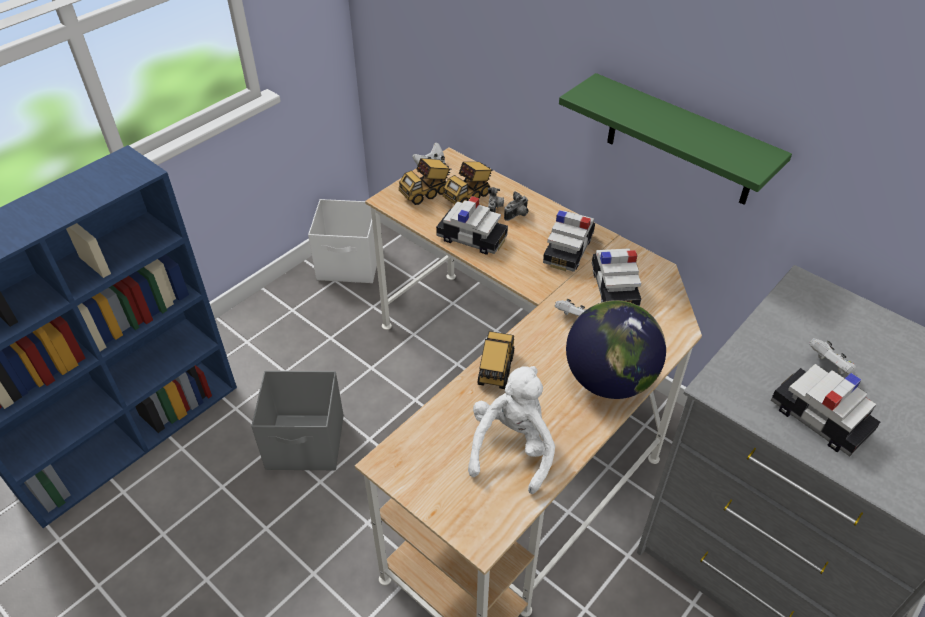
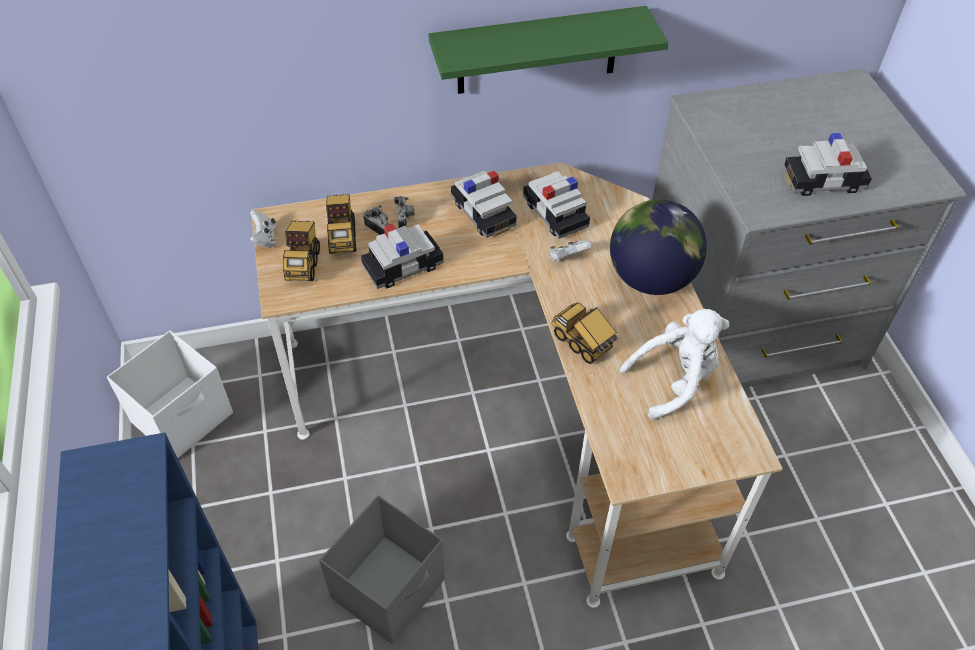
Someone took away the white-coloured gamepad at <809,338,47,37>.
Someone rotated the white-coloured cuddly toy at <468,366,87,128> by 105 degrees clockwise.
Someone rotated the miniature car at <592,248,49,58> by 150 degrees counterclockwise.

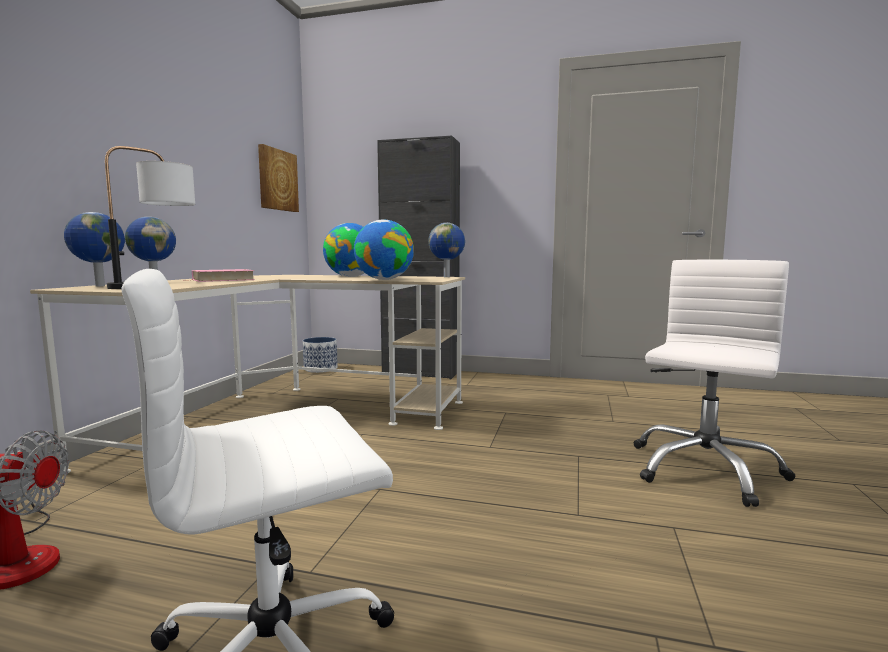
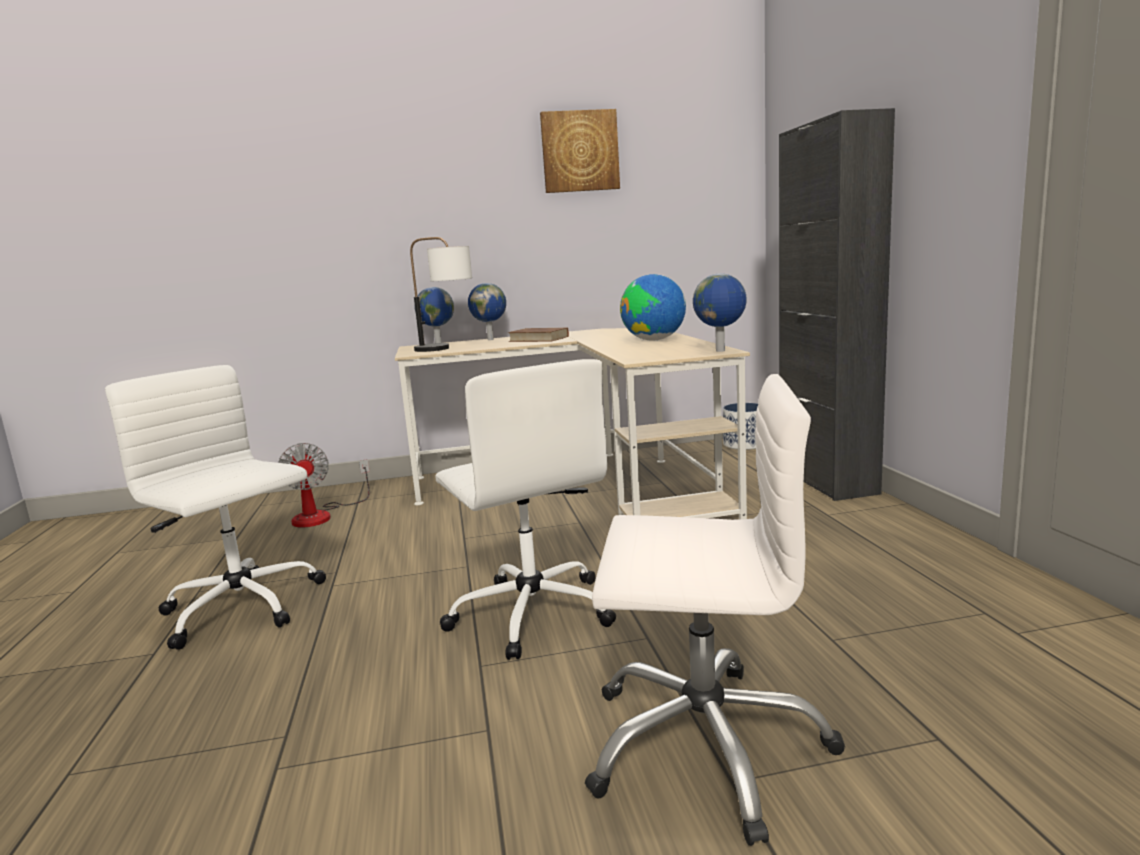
Someone took away the desk globe at <354,219,60,61>.
Someone put down the white-coloured desk chair at <436,359,180,301>.
Someone carried the wall picture from <258,144,41,68> to <540,109,80,84>.
Someone repainted the pinkish volume at <186,269,69,13>, which became the brown volume at <508,328,61,14>.

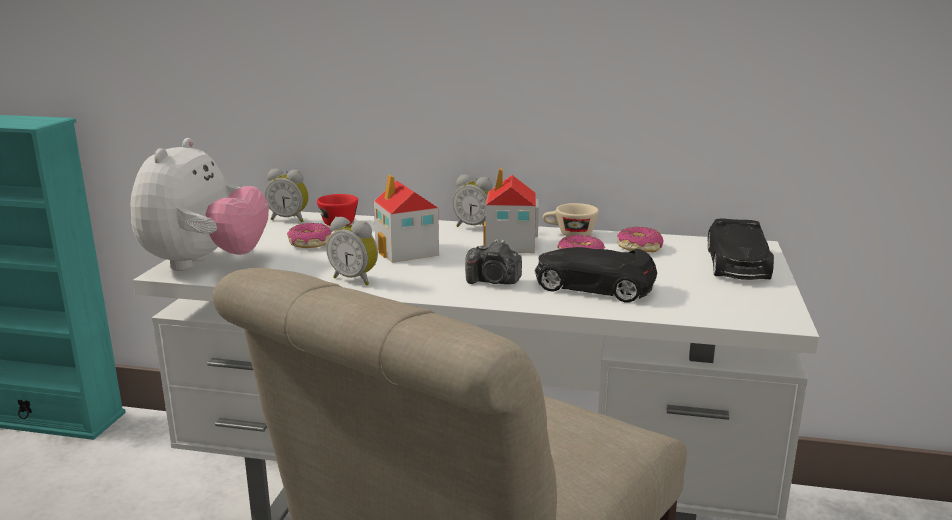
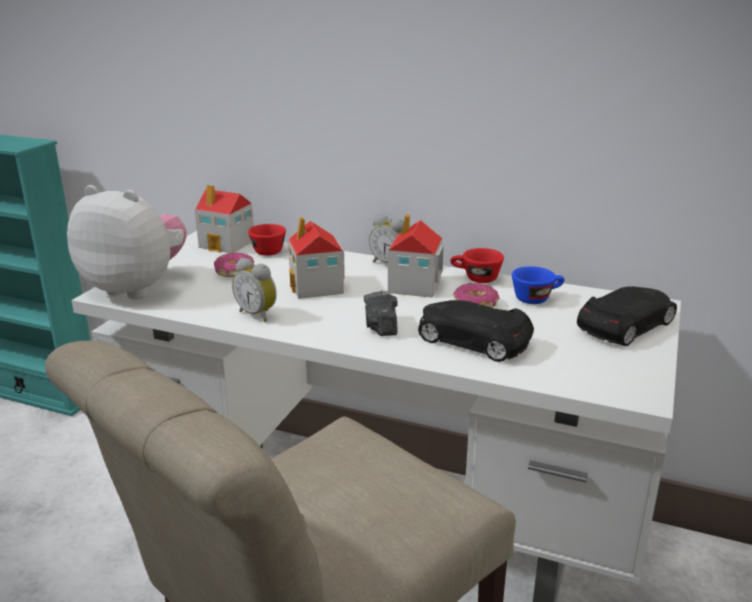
Someone swapped the table clock at <265,169,44,53> for the toy house at <195,185,58,68>.
Someone swapped the ring doughnut at <617,227,46,25> for the blue-coloured small cup at <512,266,53,38>.
Someone repainted the beige small cup at <543,203,56,33>, which became the red small cup at <450,248,54,35>.
Someone rotated the cuddly toy at <130,138,139,133> by 90 degrees counterclockwise.
Someone rotated the still camera at <465,239,57,45> by 60 degrees clockwise.
Someone rotated the black miniature car at <707,218,67,62> by 150 degrees counterclockwise.

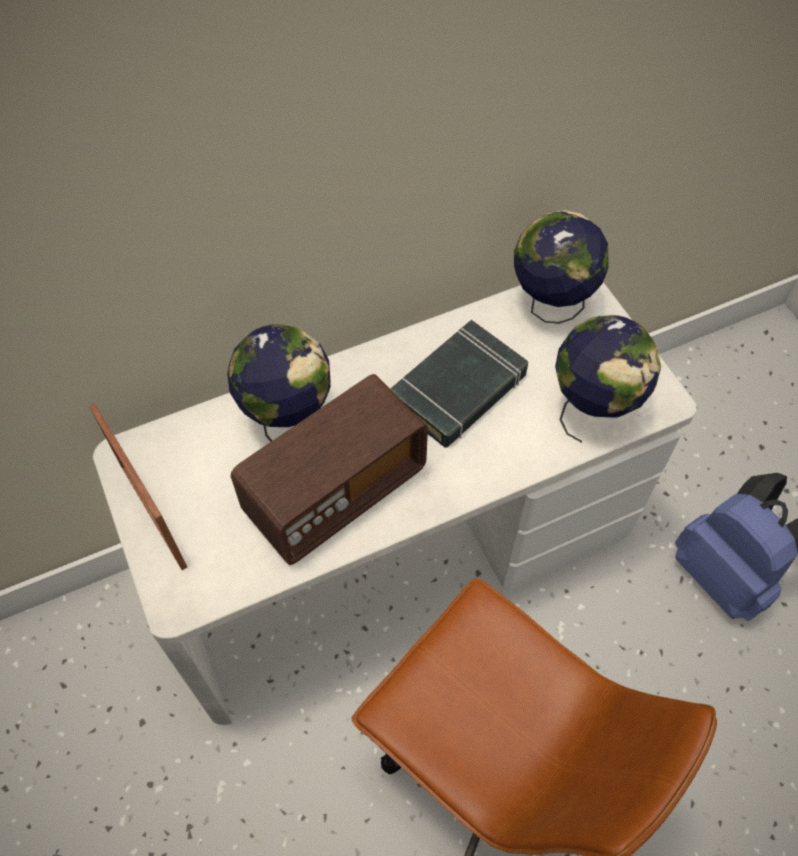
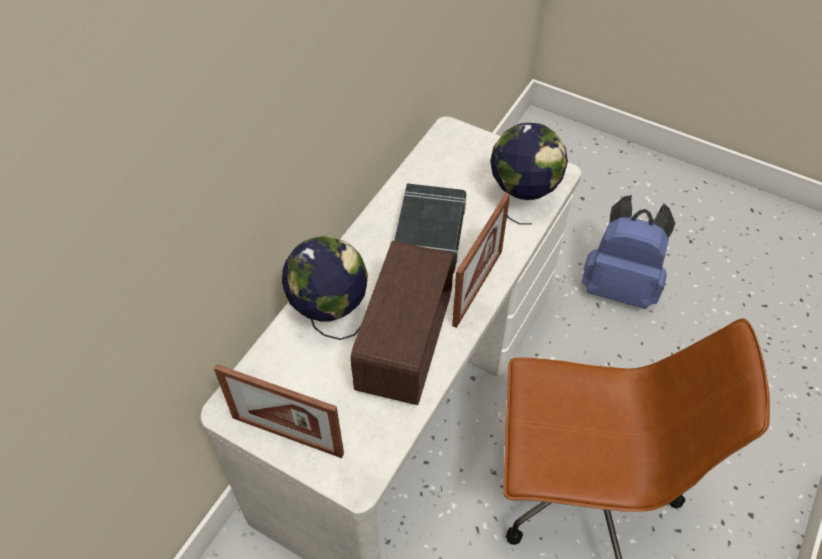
Someone took away the desk globe at <514,210,95,114>.
Someone put down the standing frame at <452,193,58,135>.

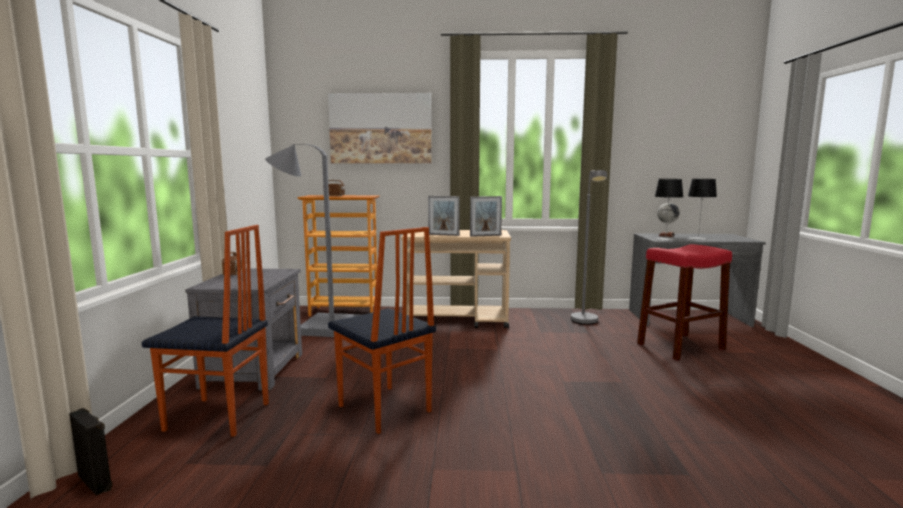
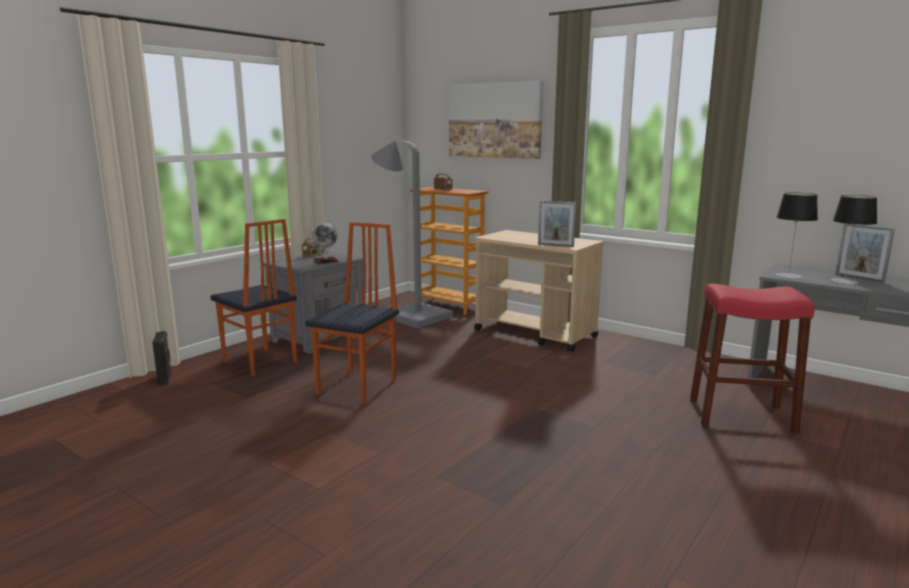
Someone took away the greyish standard lamp at <571,170,36,154>.
Someone carried the standing frame from <428,196,32,40> to <835,223,60,60>.
Someone carried the desk globe from <657,201,23,36> to <313,222,26,42>.
Someone rotated the plain chair at <328,227,108,207> by 150 degrees counterclockwise.

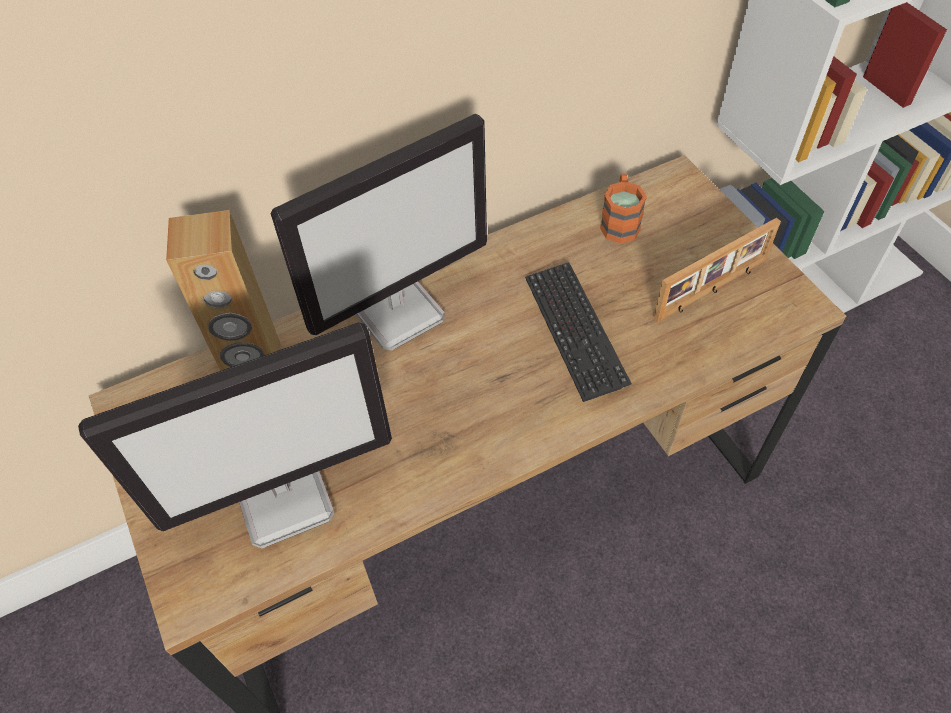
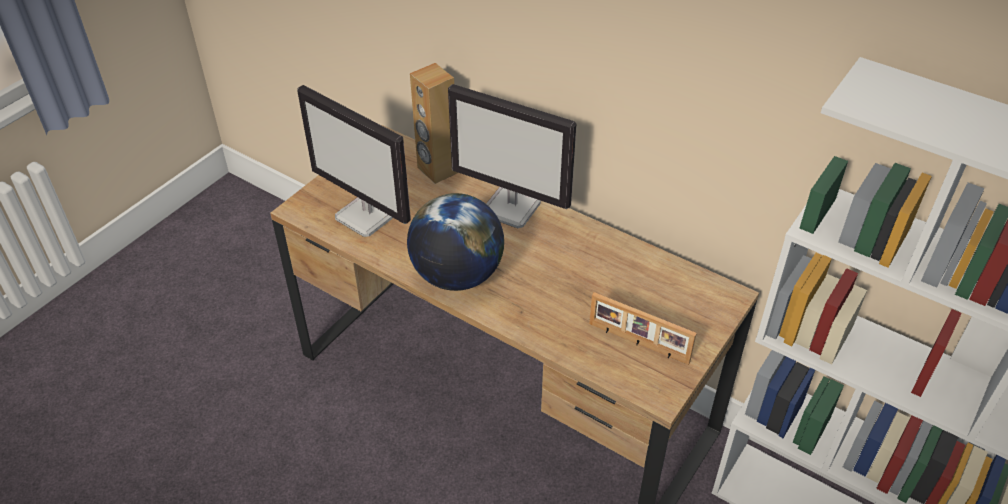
Someone took away the PC keyboard at <525,262,107,140>.
Someone took away the orange-coloured coffee mug at <600,174,47,70>.
Someone put down the desk globe at <407,193,97,98>.

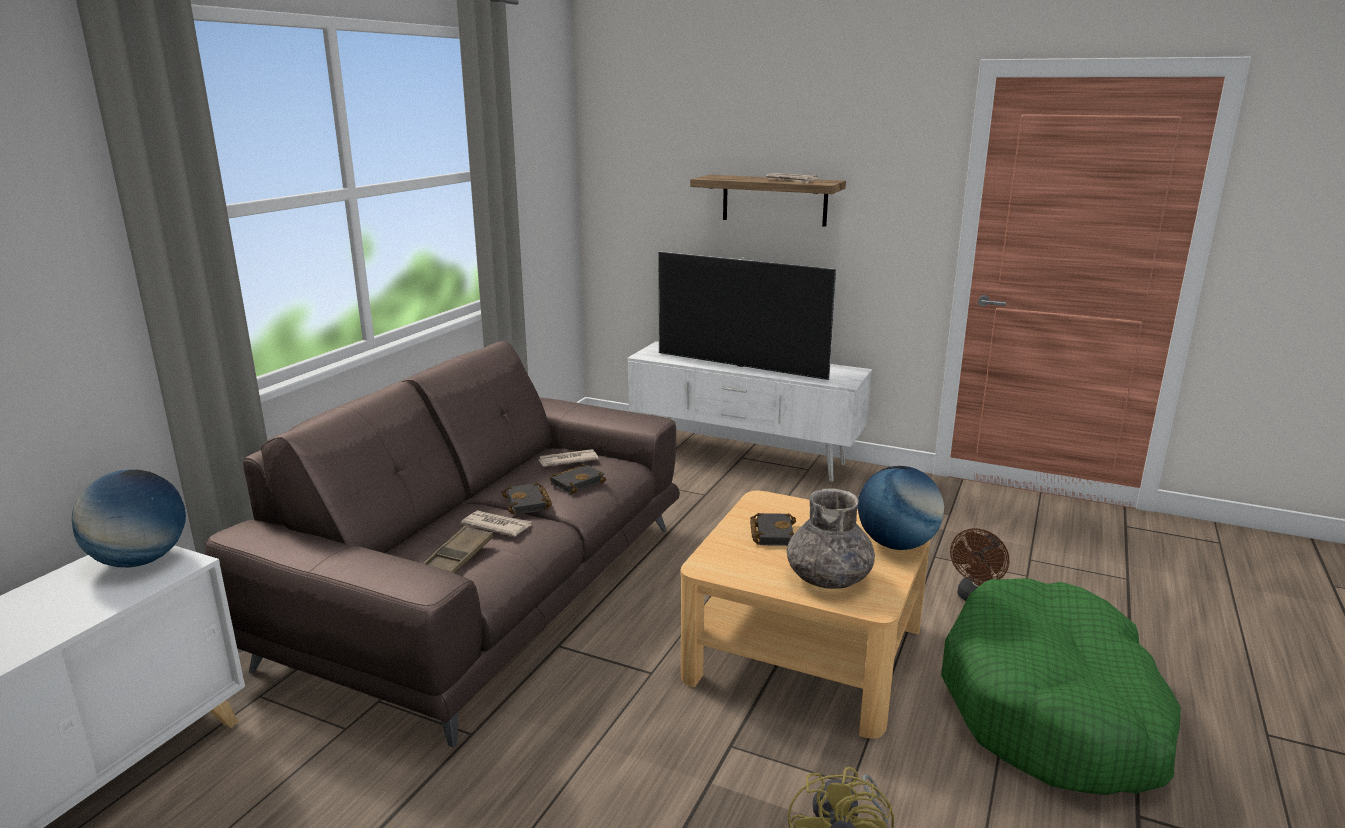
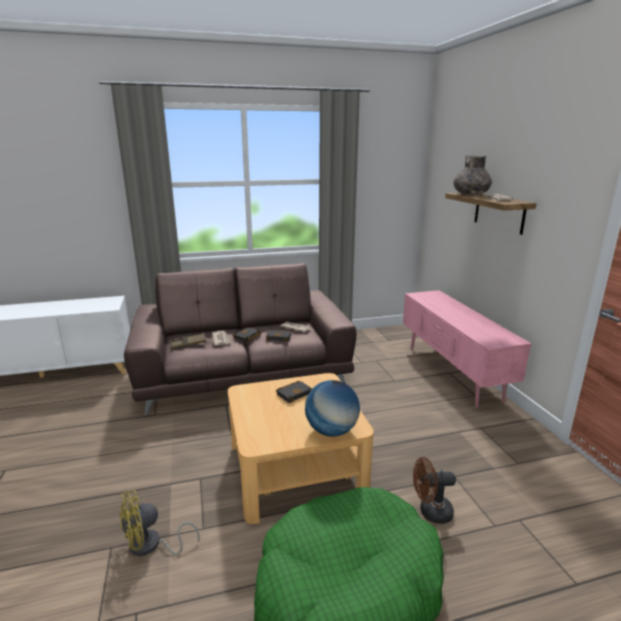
Someone took away the desk globe at <72,469,114,98>.
Someone took away the TV at <658,251,179,129>.
Someone carried the greyish flower vase from <786,489,89,100> to <453,156,39,39>.
Someone repainted the white-coloured tv stand at <627,341,246,141>, which became the pinkish tv stand at <403,290,129,118>.

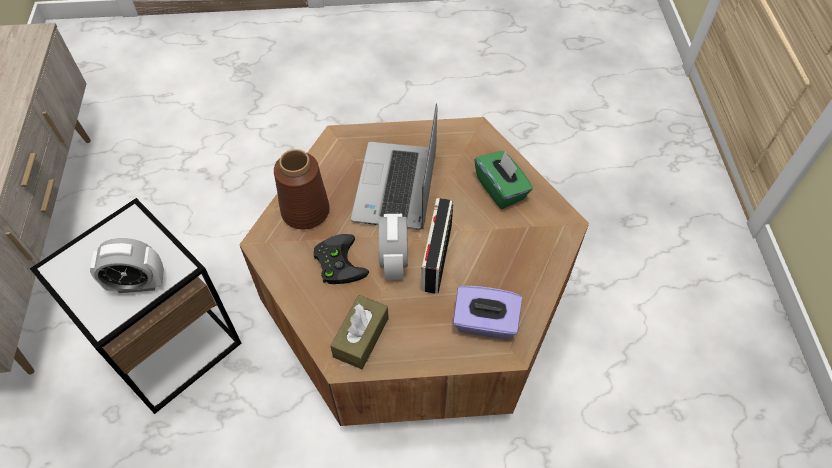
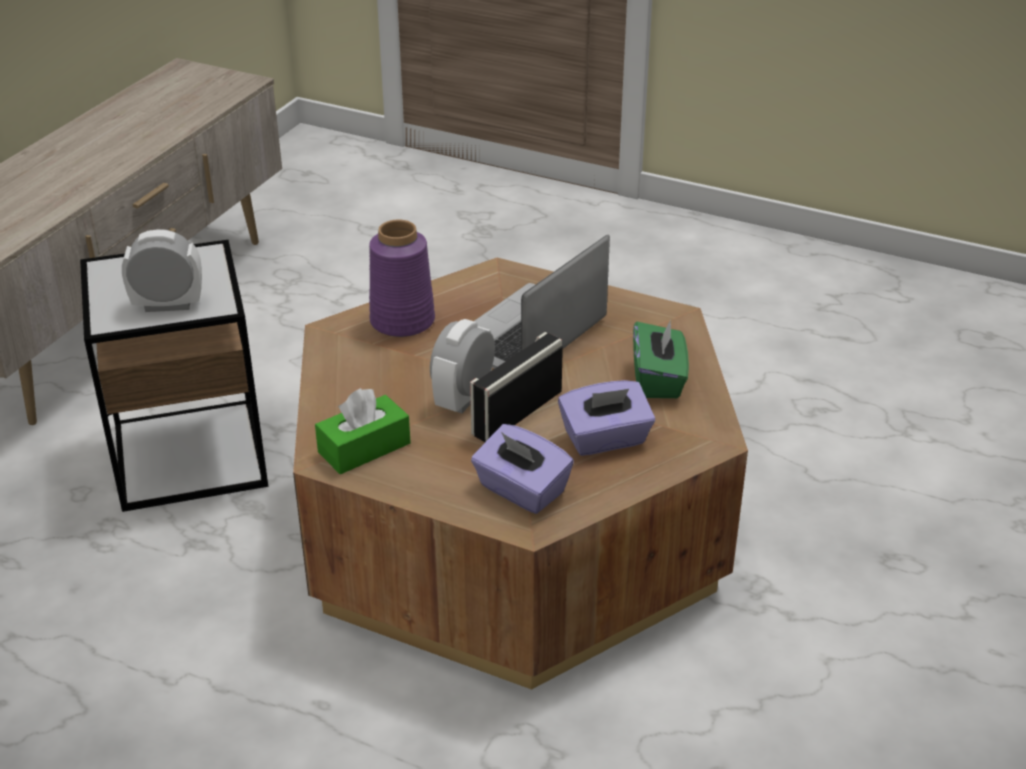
Someone took away the black gamepad at <314,234,55,50>.
Someone put down the purplish box of tissues at <558,380,97,76>.
Someone repainted the brown flower vase at <274,149,56,80>, which became the purplish flower vase at <369,220,66,117>.
Someone repainted the brown box of tissues at <330,295,59,74>, which became the greenish box of tissues at <315,388,96,87>.
Someone rotated the table clock at <90,238,74,55> by 150 degrees clockwise.

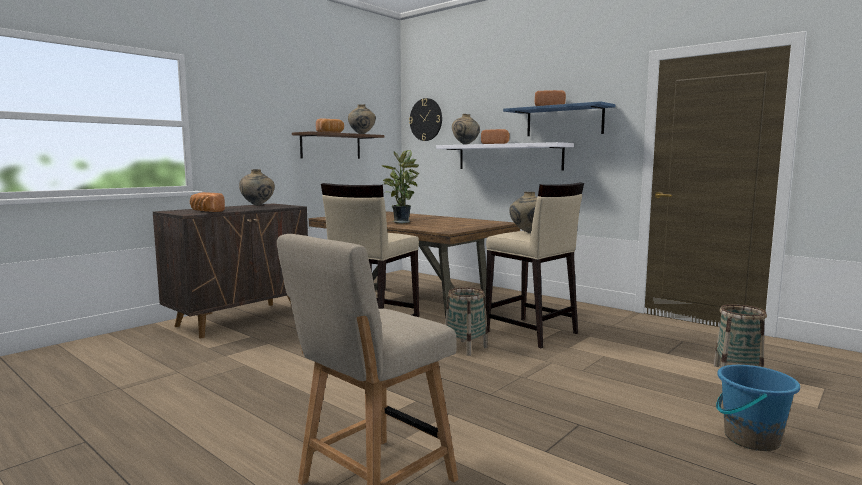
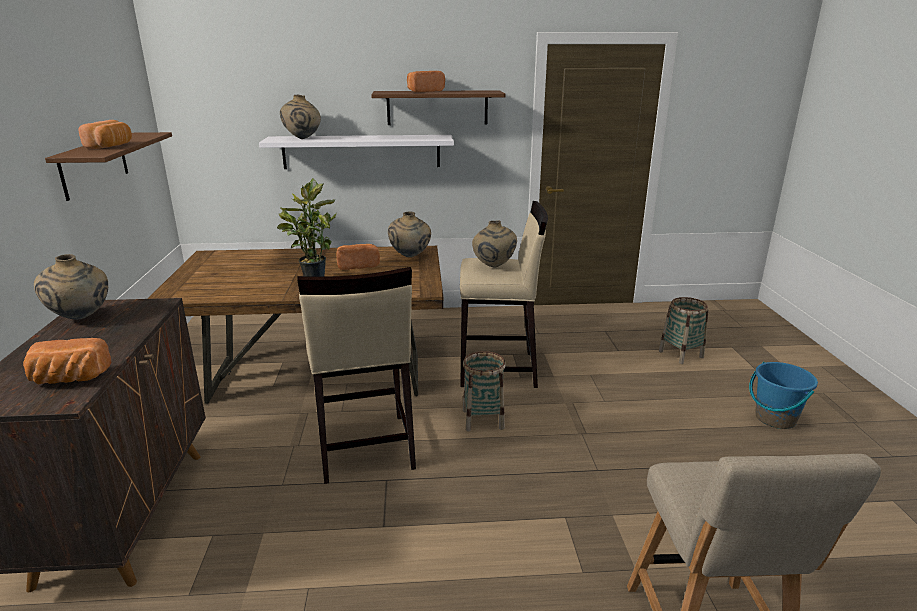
Someone took away the clock on the wall at <409,98,33,43>.
Someone carried the beige flower vase from <348,104,28,30> to <388,212,43,45>.
Someone carried the baked bread from <481,129,29,15> to <336,244,44,26>.
Someone repainted the blue-coloured shelf at <503,101,112,35>, which became the brown shelf at <371,90,135,35>.

